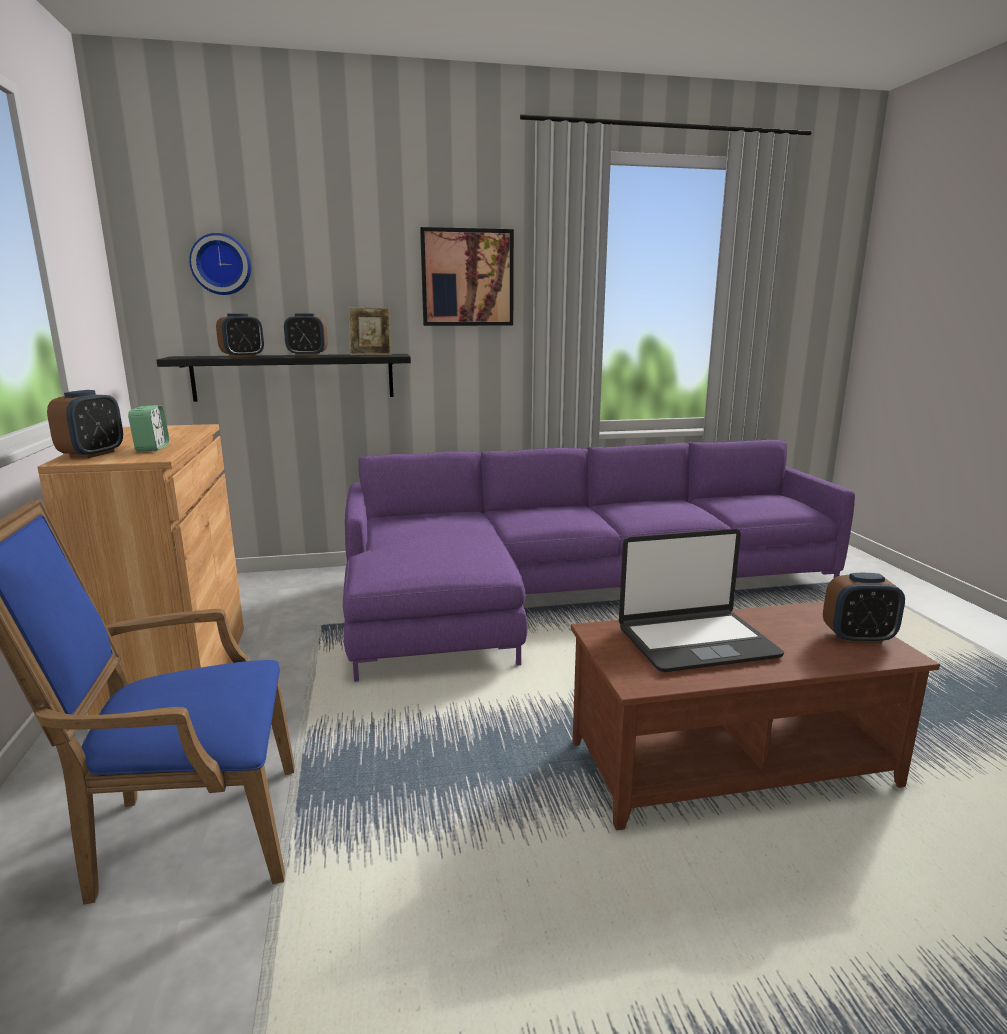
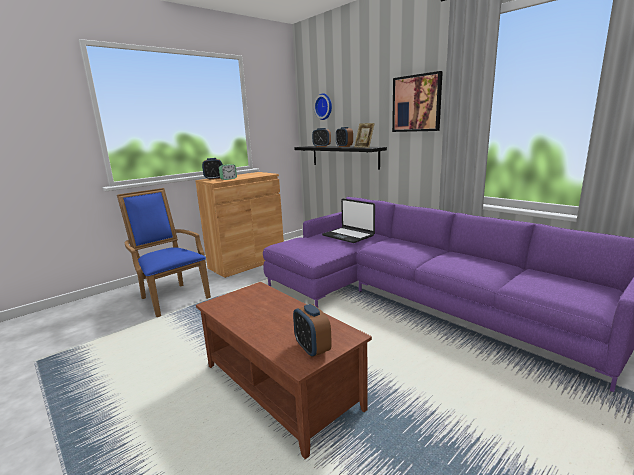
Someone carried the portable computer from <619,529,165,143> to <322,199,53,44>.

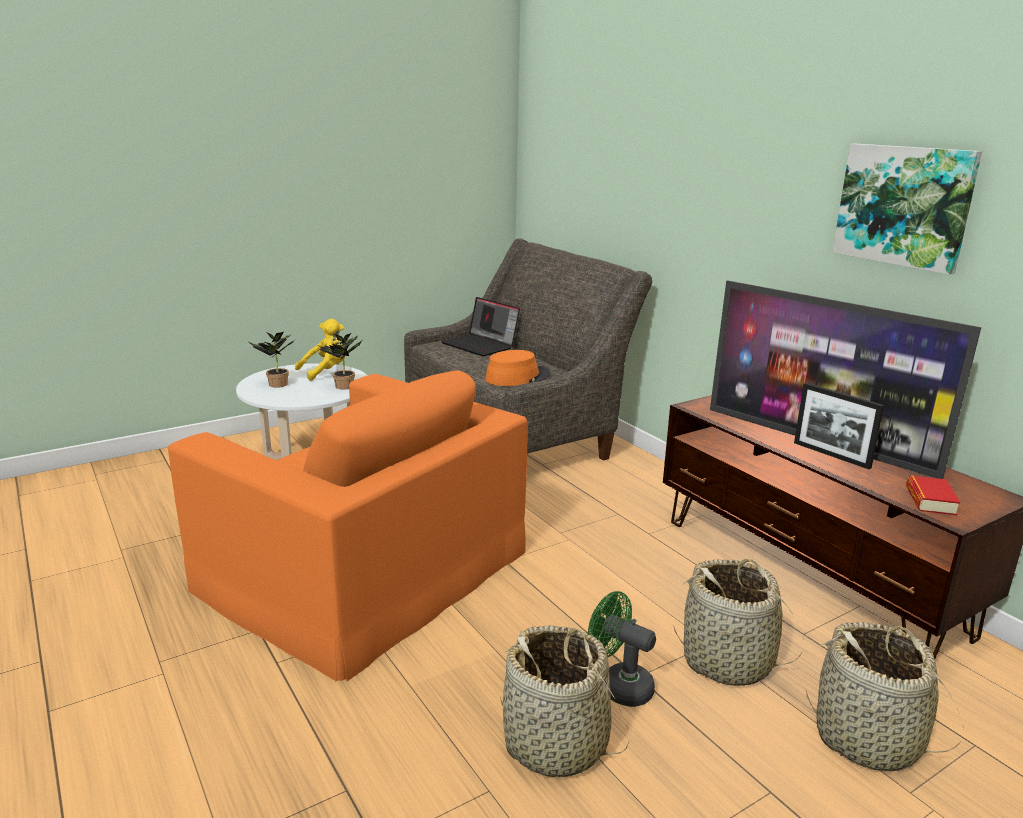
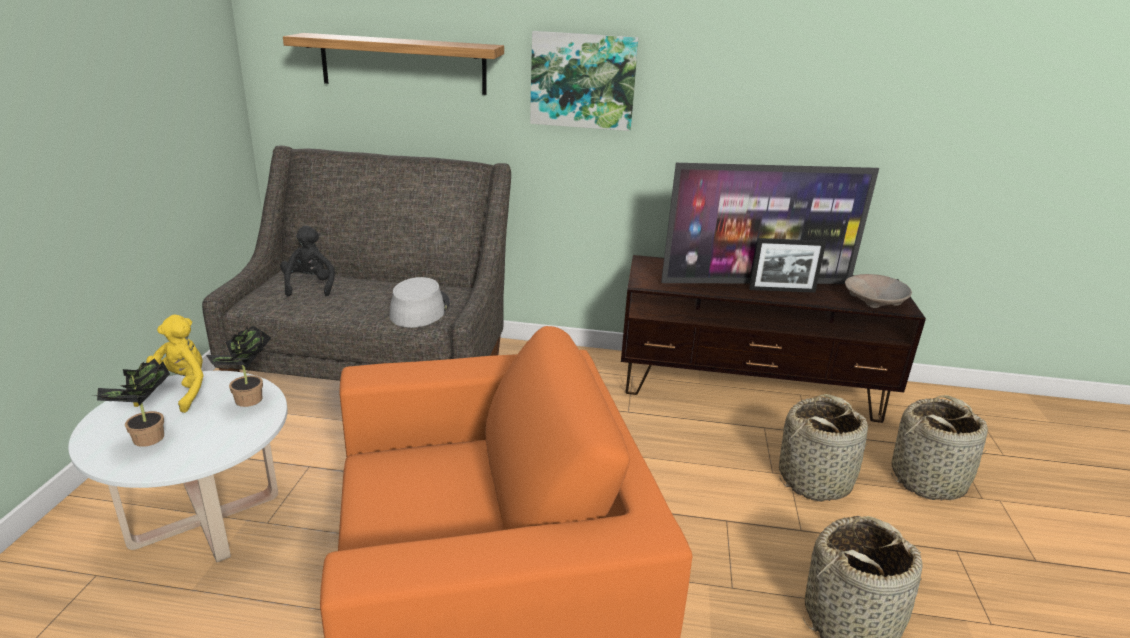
Someone took away the greenish cooling fan at <588,591,68,116>.
Someone put up the shelf at <283,33,221,62>.
Someone carried the wall picture from <832,144,150,131> to <530,31,109,100>.
Someone swapped the portable computer at <441,297,79,59> for the black cuddly toy at <280,226,55,70>.
Someone swapped the volume at <906,476,54,39> for the beige deep dish at <845,274,67,34>.
Someone repainted the orange-coloured hat at <485,350,65,36>, which became the greyish hat at <389,277,61,51>.

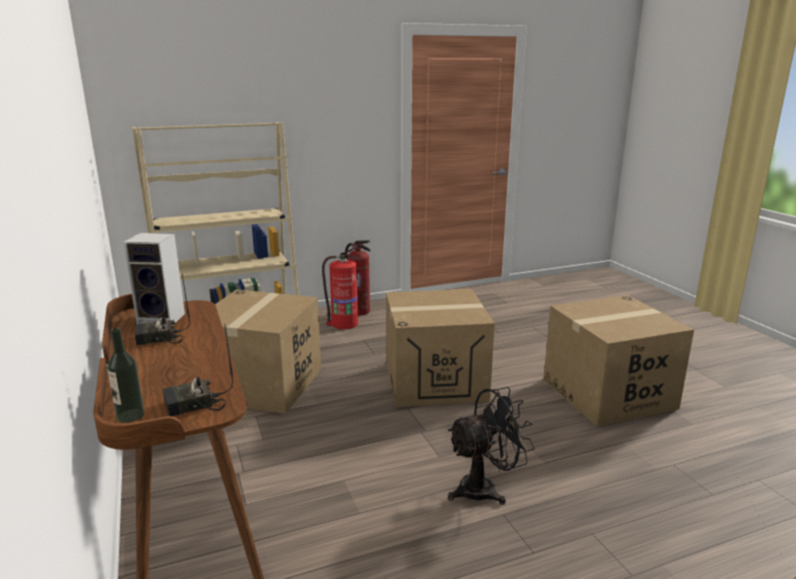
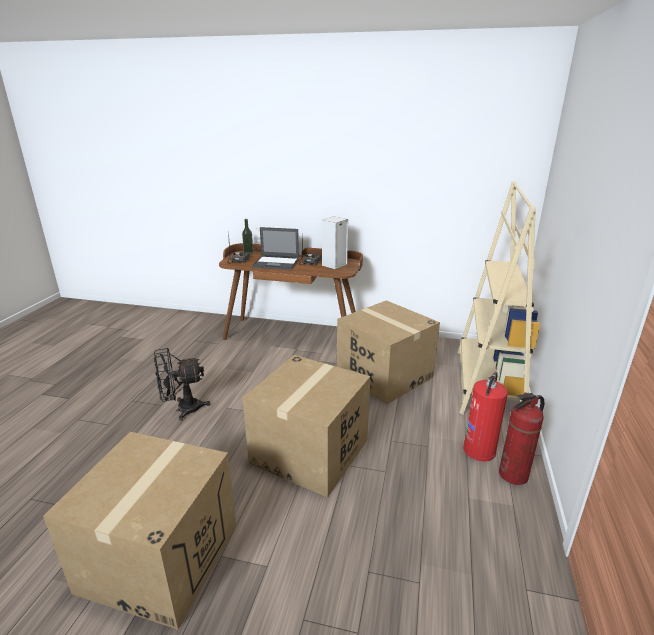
Someone put down the portable computer at <252,227,47,43>.
Someone rotated the black cooling fan at <448,387,87,118> by 60 degrees clockwise.

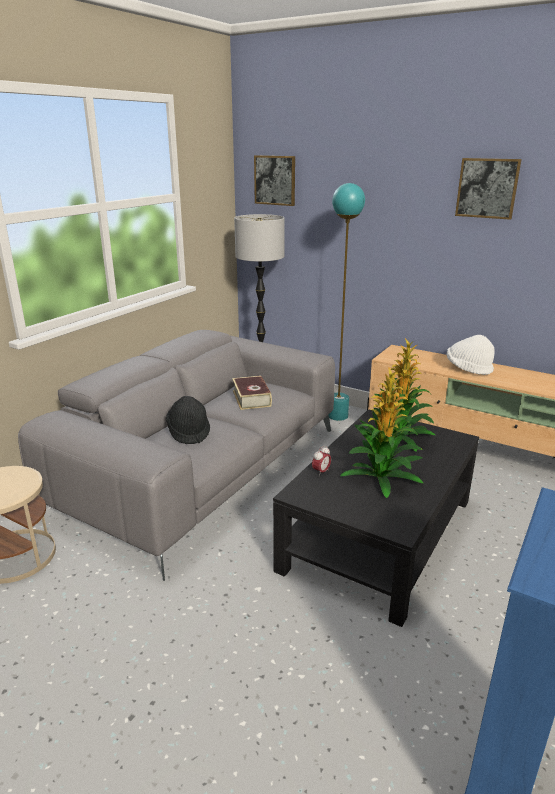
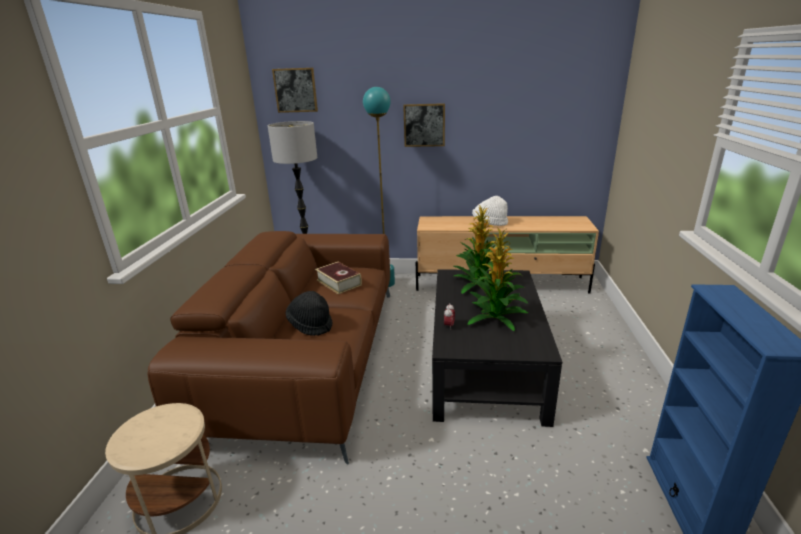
Someone carried the wall picture from <455,158,67,62> to <403,103,42,44>.
Someone repainted the greyish settee at <18,330,317,251>, which became the brown settee at <148,231,242,234>.

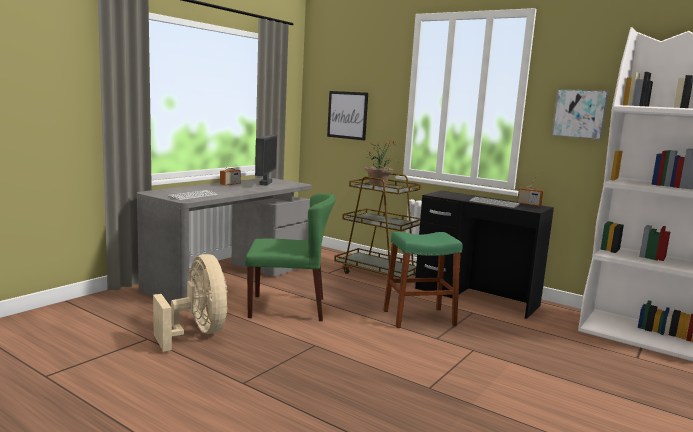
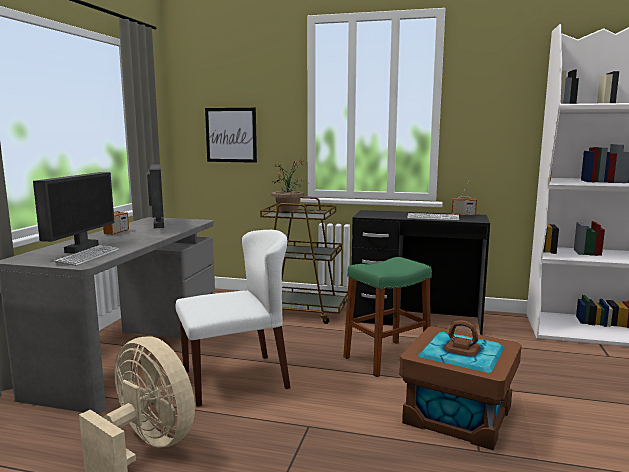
Someone took away the wall picture at <551,89,58,51>.
Someone put down the computer screen at <33,172,82,82>.
Someone put down the brown storage box at <399,320,123,130>.
Someone repainted the greenish plain chair at <245,193,91,128>, which became the white-coloured plain chair at <175,230,116,177>.

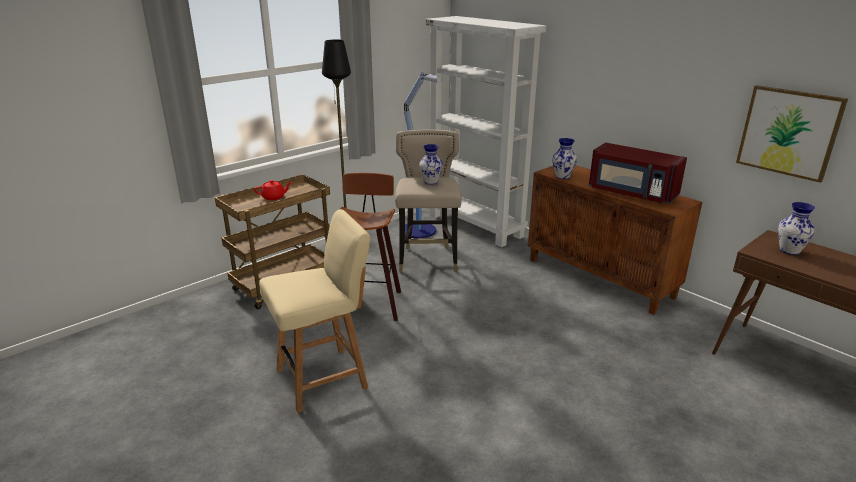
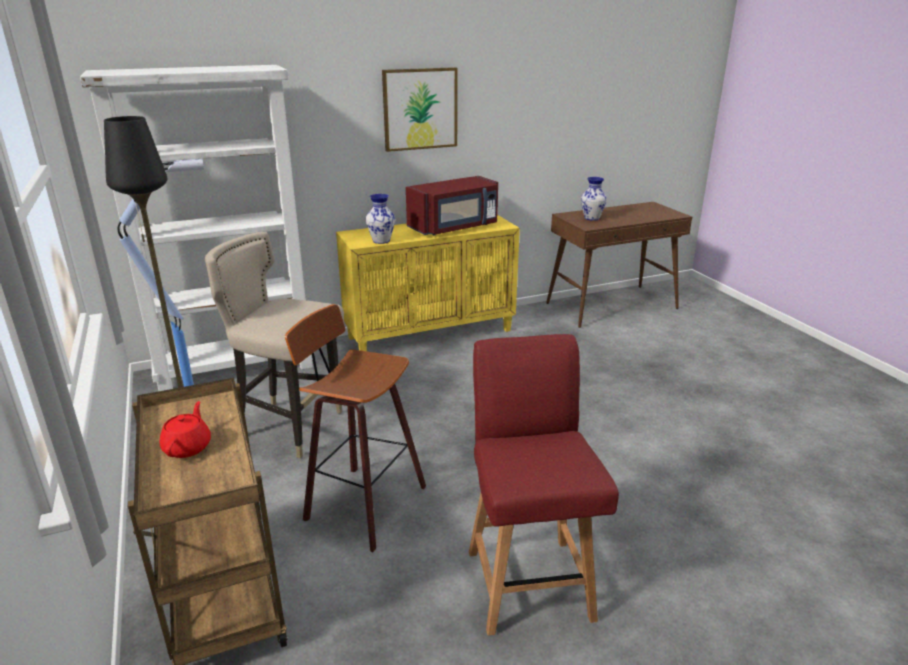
Someone took away the flower vase at <419,144,24,41>.
Someone carried the wall picture from <736,85,112,98> to <382,67,76,85>.
Someone repainted the beige plain chair at <259,209,111,203>, which became the red plain chair at <469,334,150,302>.
Someone repainted the brown storage cabinet at <528,165,174,150>, which became the yellow storage cabinet at <336,215,184,136>.

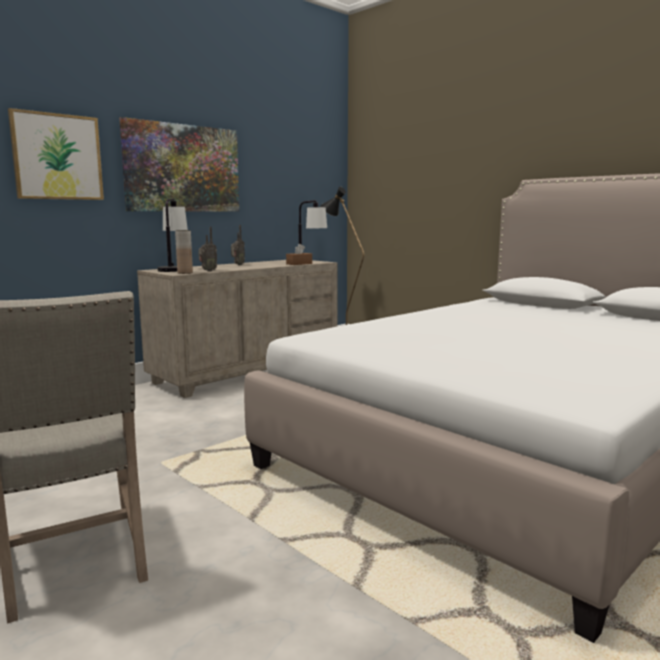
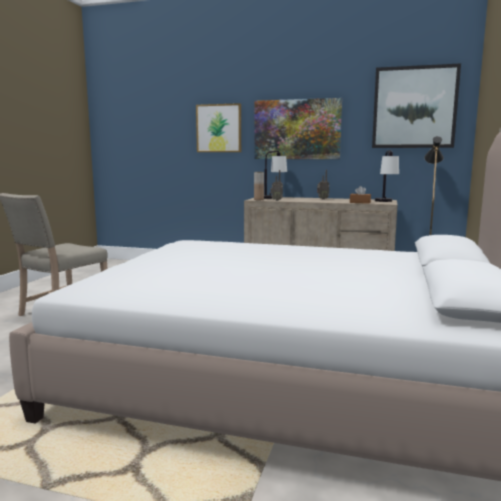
Someone put up the wall picture at <372,63,89,85>.

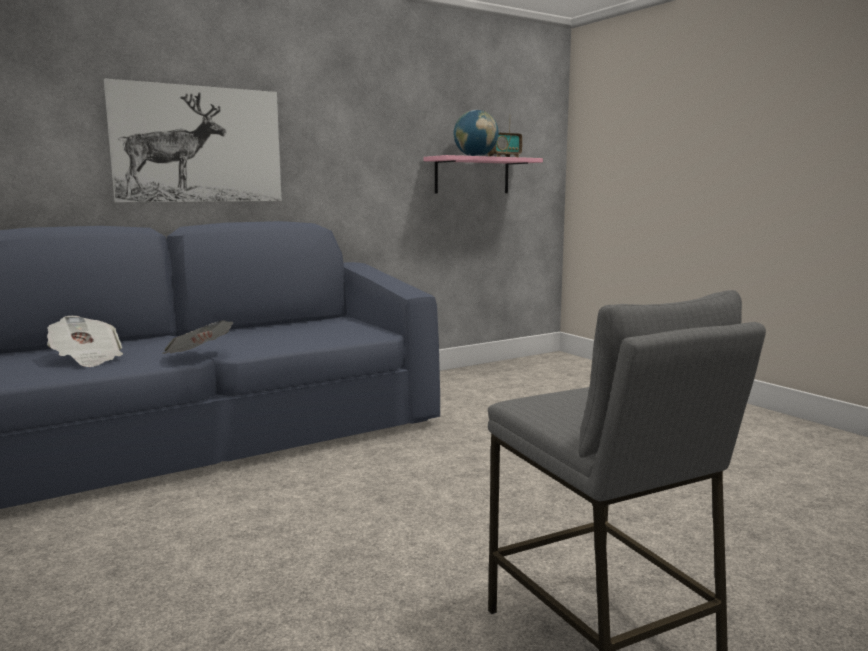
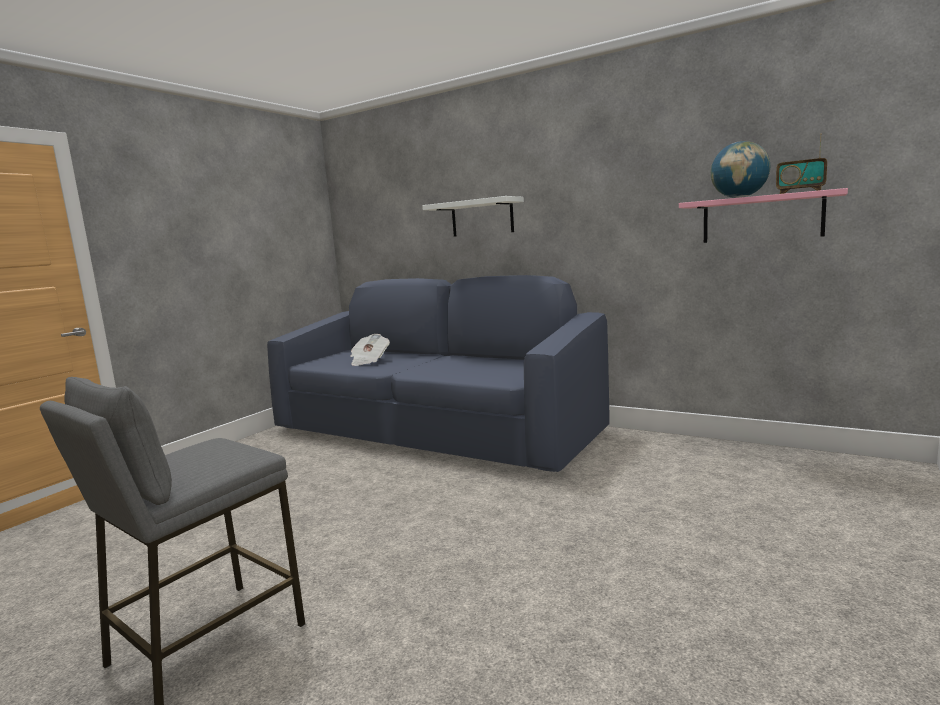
Someone took away the printed paper at <162,320,71,34>.
Someone swapped the wall picture at <104,79,177,123> for the white-coloured shelf at <422,196,102,41>.

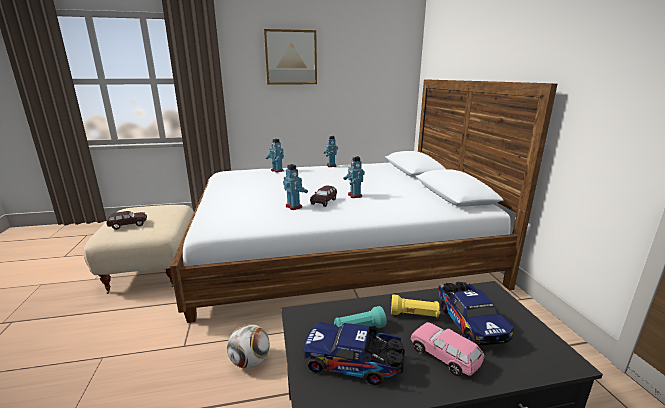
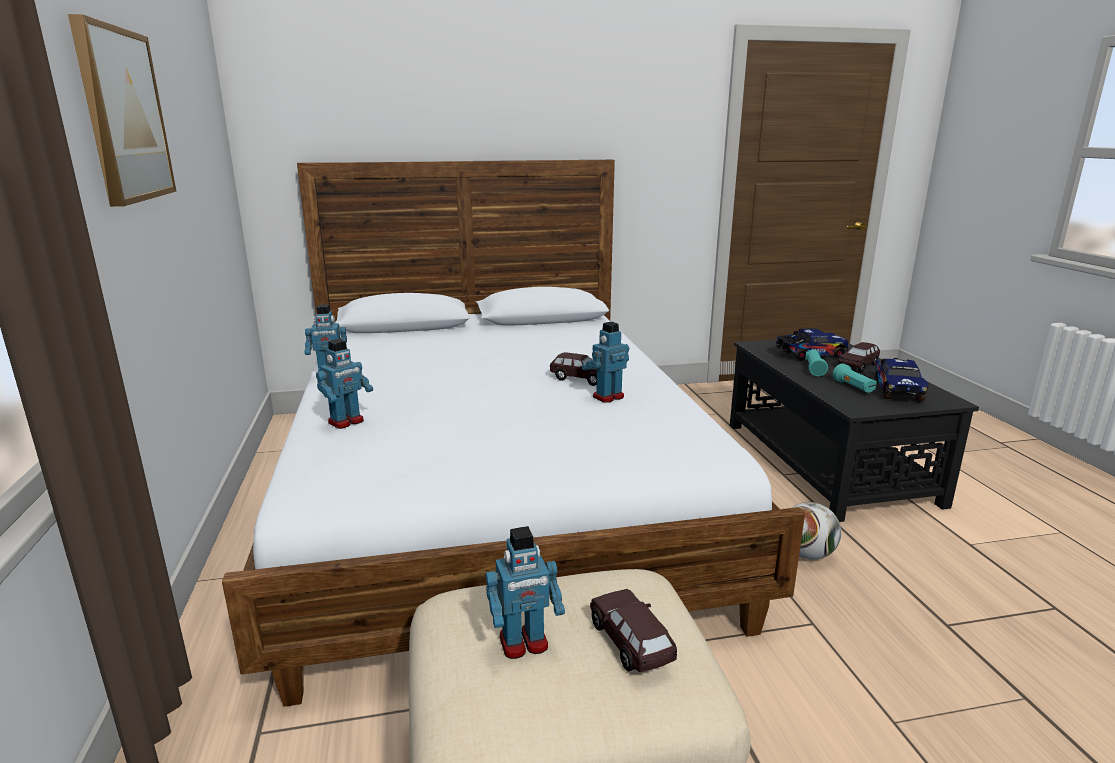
Someone carried the robot figure from <343,156,22,42> to <486,526,79,133>.
Someone repainted the yellow hand torch at <391,294,49,24>, which became the turquoise-coloured hand torch at <805,350,23,27>.
Someone repainted the pinkish miniature car at <411,322,74,54>, which became the brown miniature car at <838,342,42,30>.

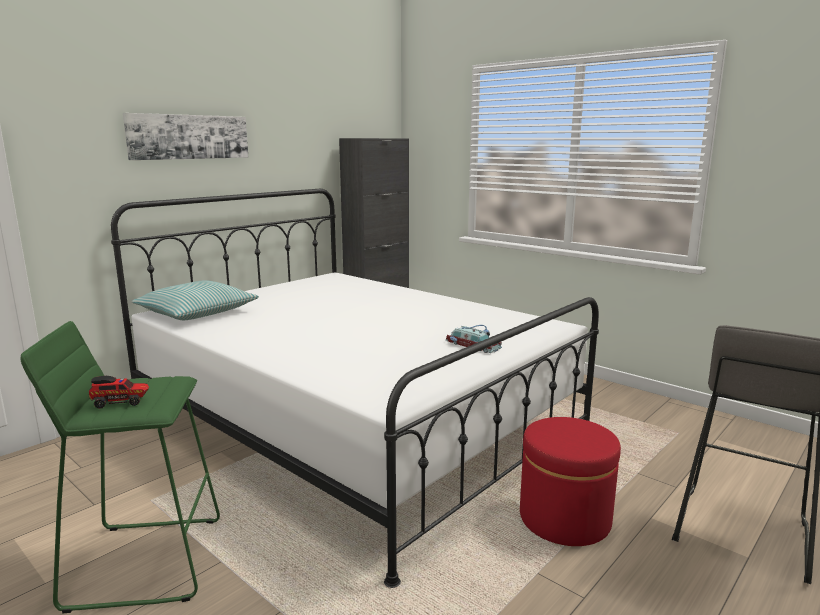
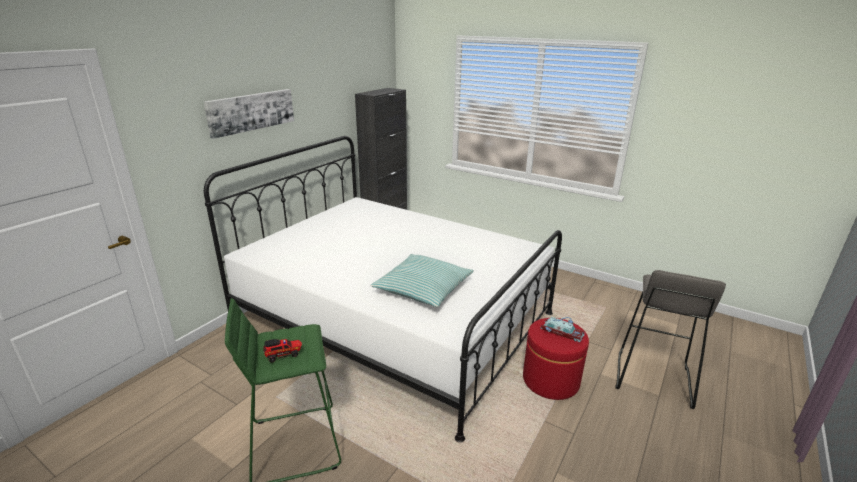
Someone carried the throw pillow from <131,280,128,40> to <371,254,103,53>.
Someone carried the miniature car from <445,325,57,28> to <540,317,45,25>.

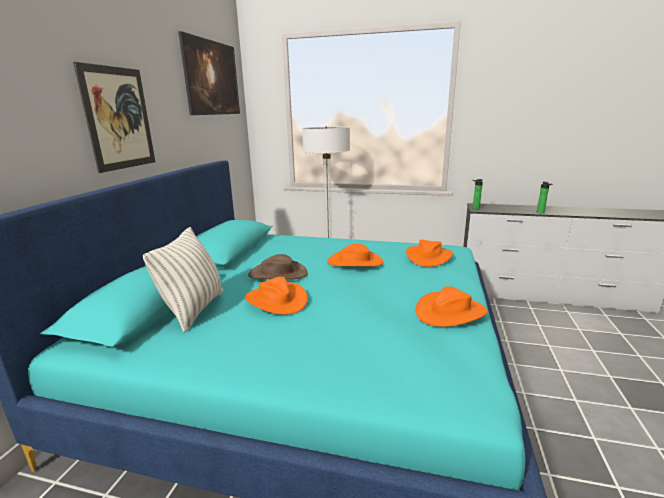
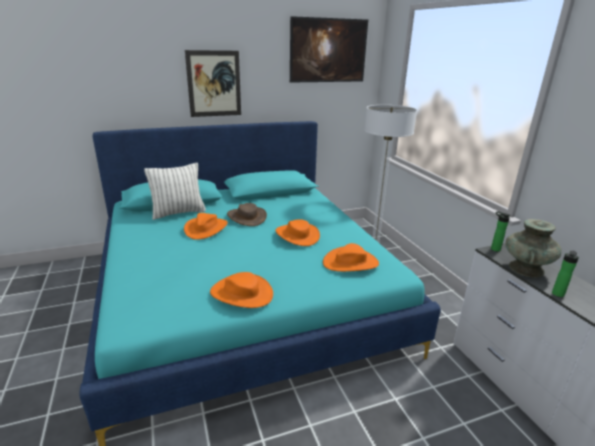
Someone put down the turquoise-coloured flower vase at <505,219,57,59>.

